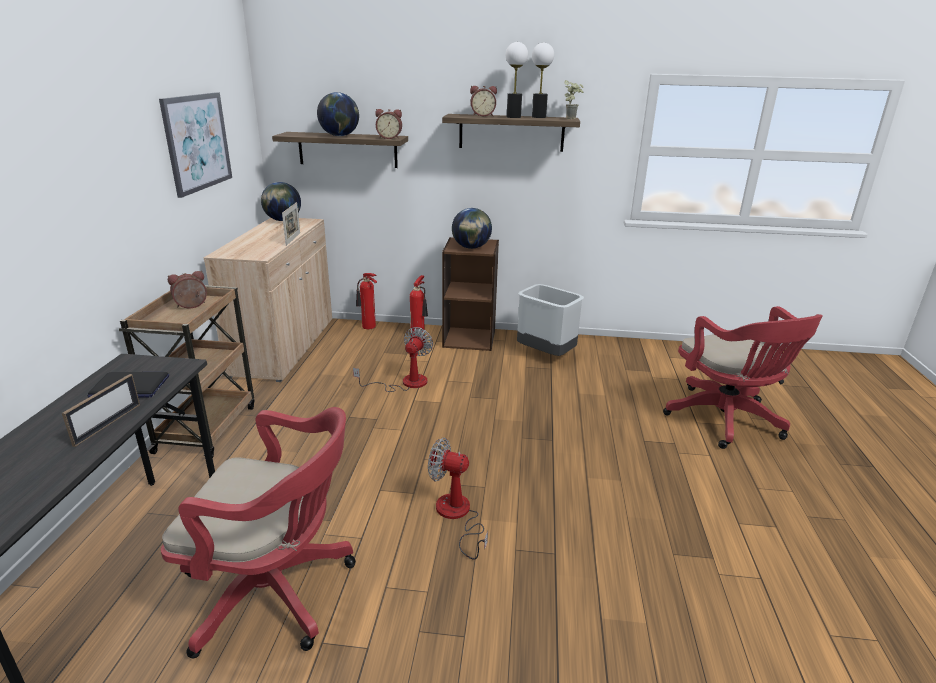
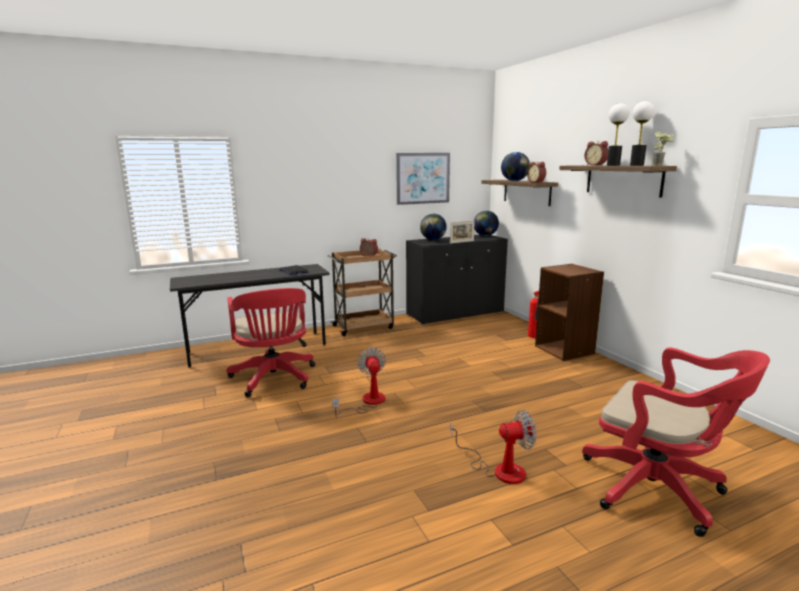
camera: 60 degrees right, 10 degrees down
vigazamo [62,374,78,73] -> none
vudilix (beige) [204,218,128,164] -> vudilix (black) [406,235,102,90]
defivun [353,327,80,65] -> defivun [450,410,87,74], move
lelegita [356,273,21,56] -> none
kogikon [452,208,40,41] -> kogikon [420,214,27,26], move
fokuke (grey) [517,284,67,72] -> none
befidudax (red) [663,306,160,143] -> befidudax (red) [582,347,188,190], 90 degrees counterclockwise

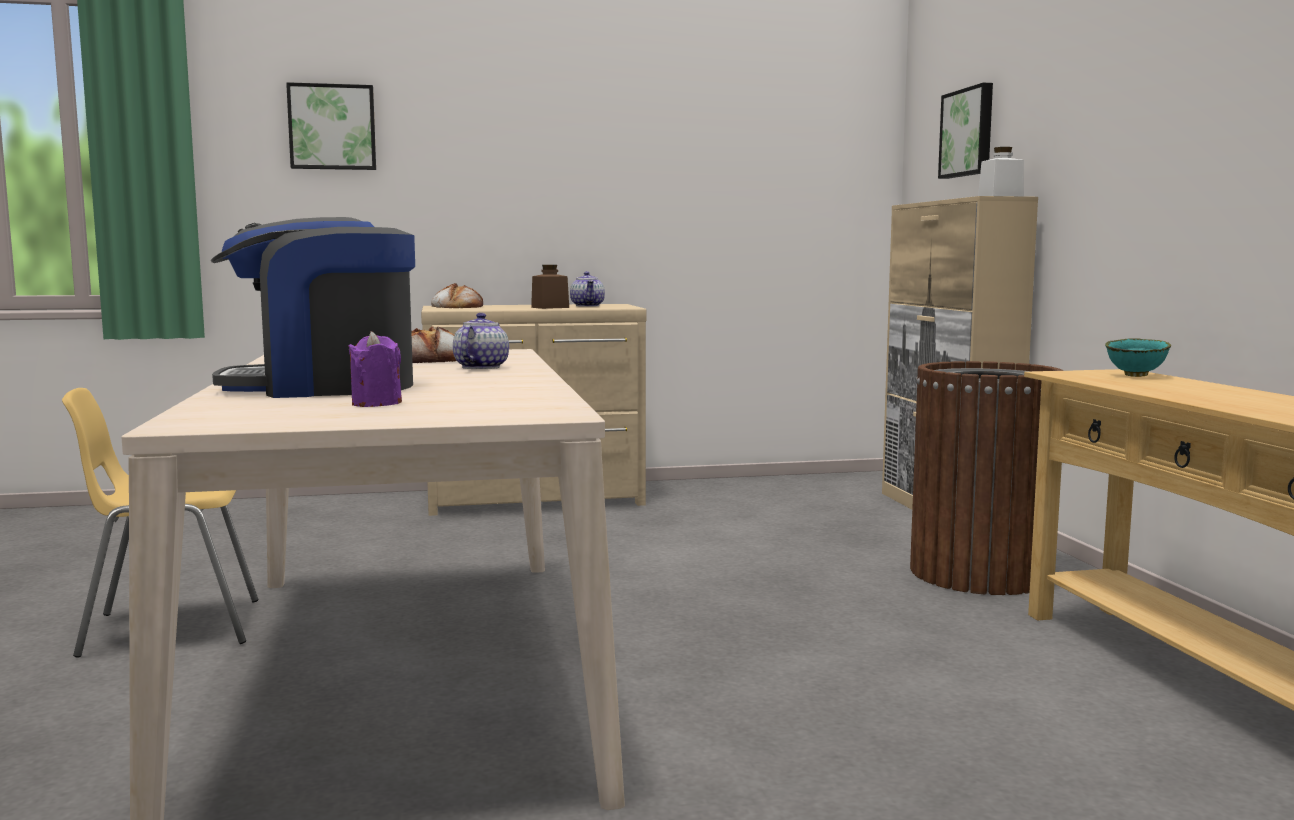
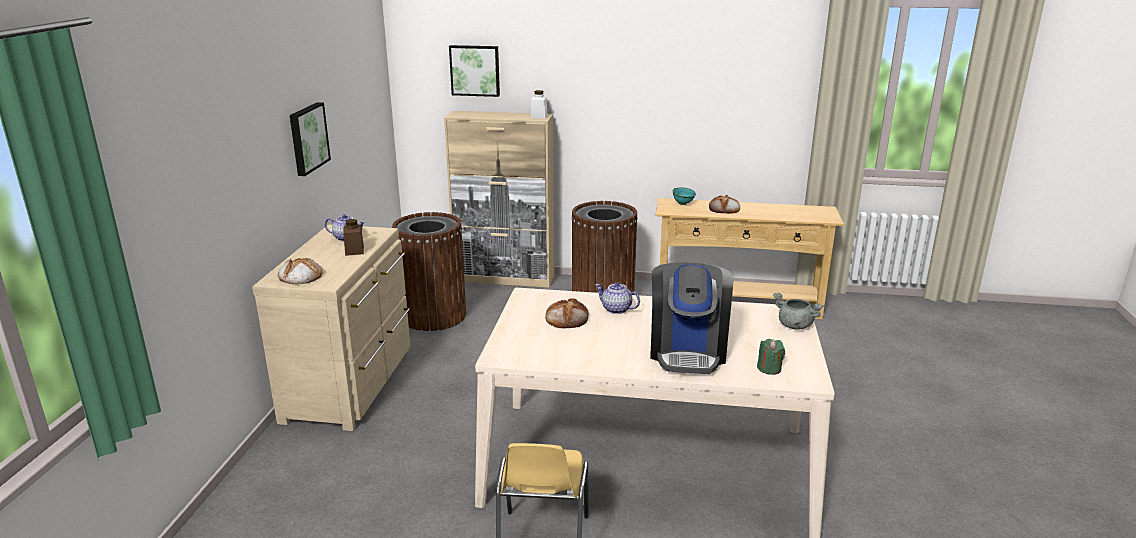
camera: 70 degrees left, 15 degrees up
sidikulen [286,82,90,88] -> sidikulen [290,102,41,74], move
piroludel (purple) [349,332,53,75] -> none
none -> fokuke (brown) [392,212,74,119]
none -> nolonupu [709,195,31,19]
none -> piroludel (green) [757,339,28,36]
none -> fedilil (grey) [773,293,51,37]

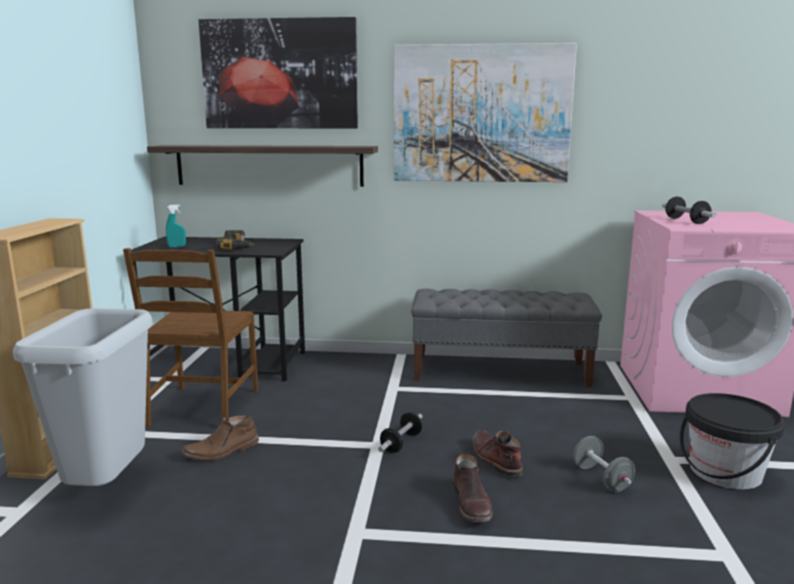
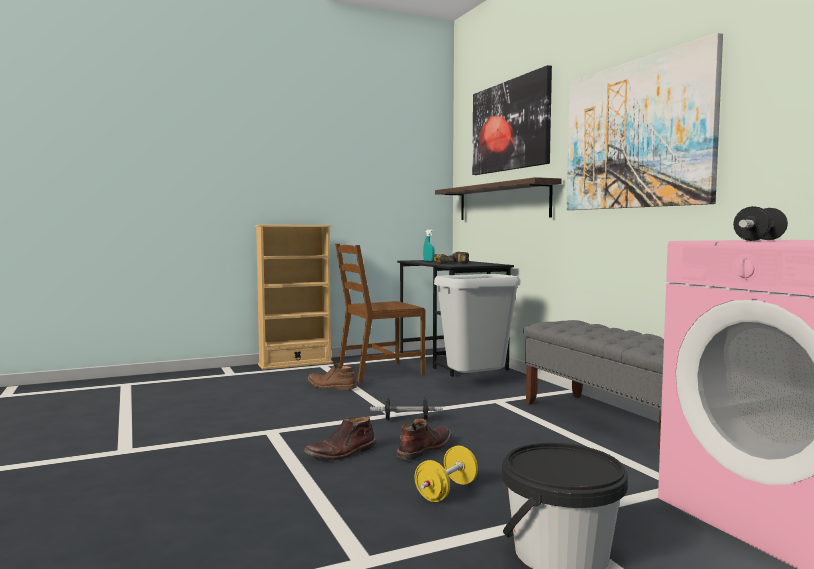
camera: 60 degrees right, 10 degrees down
fokuke (grey) [13,308,140,178] -> fokuke (grey) [434,274,86,99], move
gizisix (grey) [573,436,62,56] -> gizisix (yellow) [415,445,63,57]

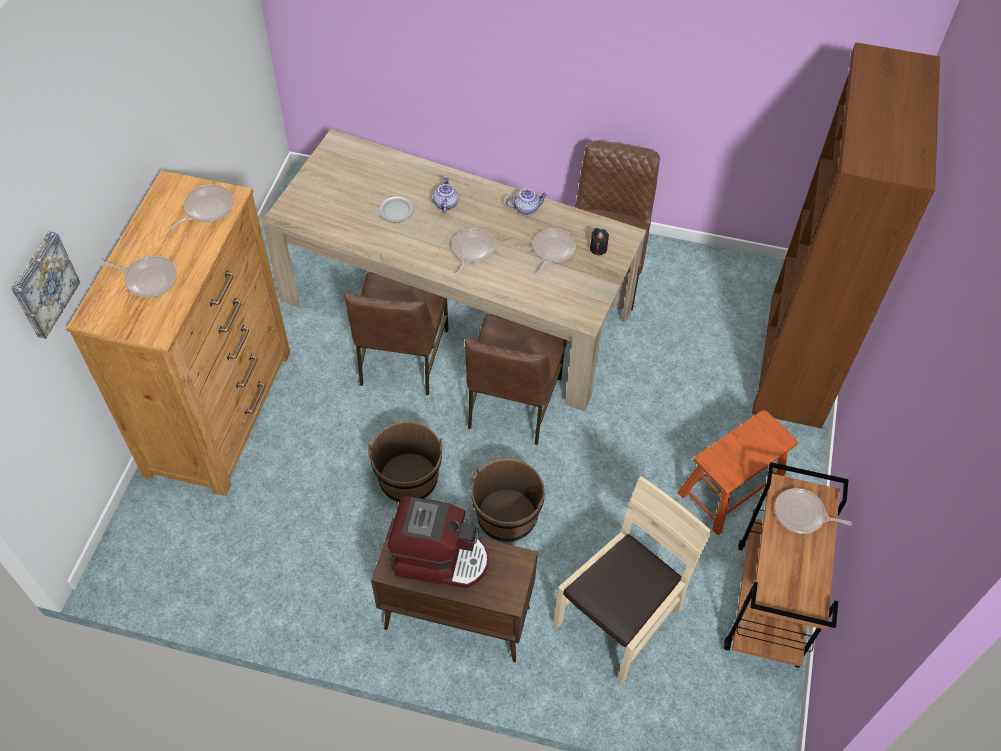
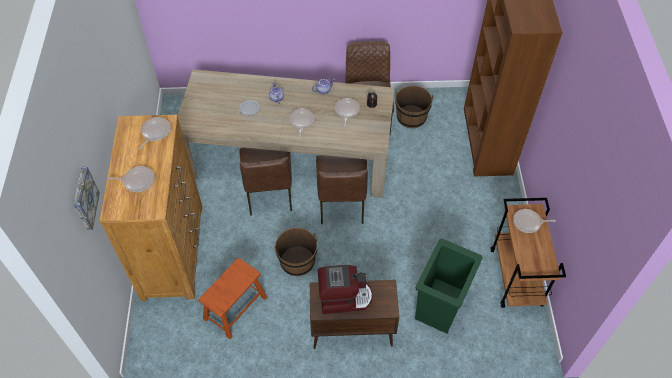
camera: 15 degrees left, 0 degrees up
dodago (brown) [471,459,75,83] -> dodago (brown) [395,86,38,42], move
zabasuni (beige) [553,476,158,208] -> fokuke (green) [415,238,68,96]
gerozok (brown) [678,410,120,125] -> gerozok (brown) [198,258,69,81], move

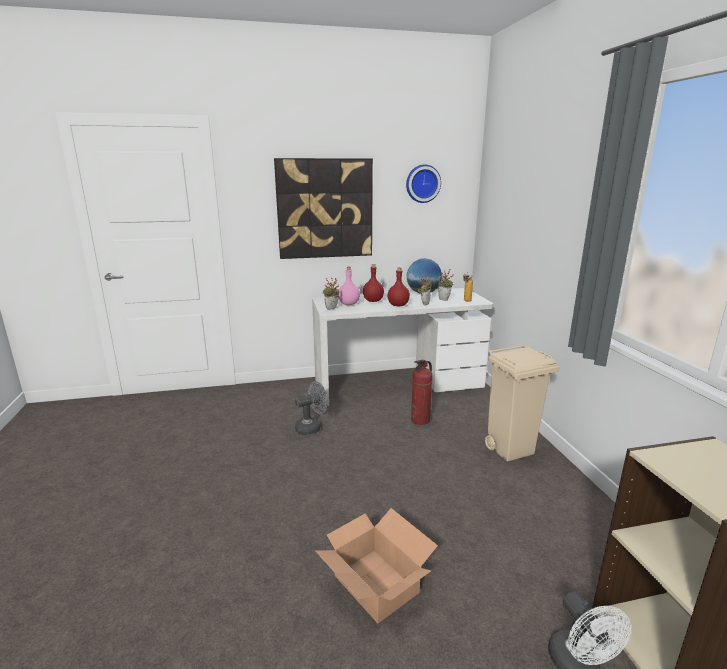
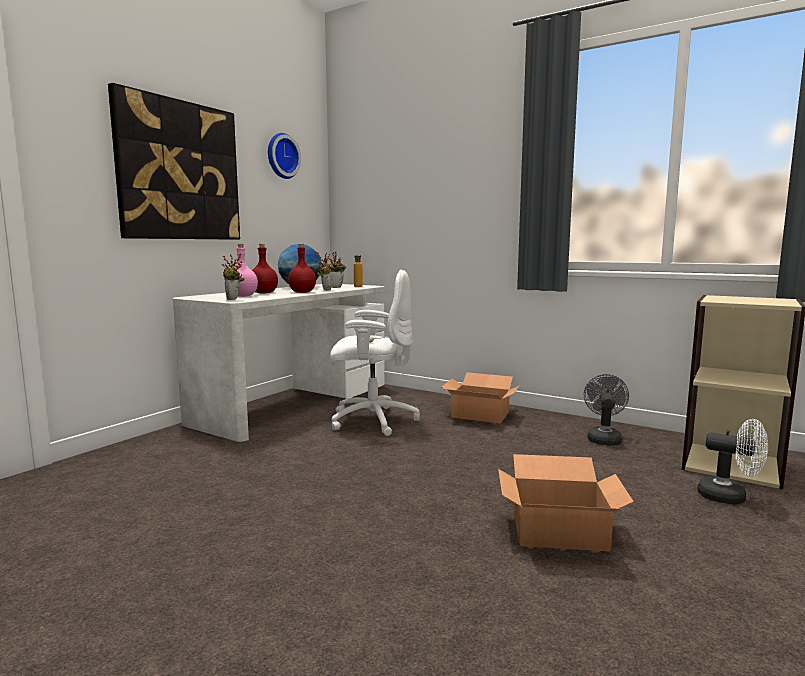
camera: 45 degrees left, 10 degrees down
defivun (grey) [295,381,33,54] -> defivun (grey) [584,374,45,72], move
lelegita [411,360,21,65] -> befidudax (white) [330,270,90,166]
fokuke (beige) [485,344,75,118] -> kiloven [442,372,78,51]

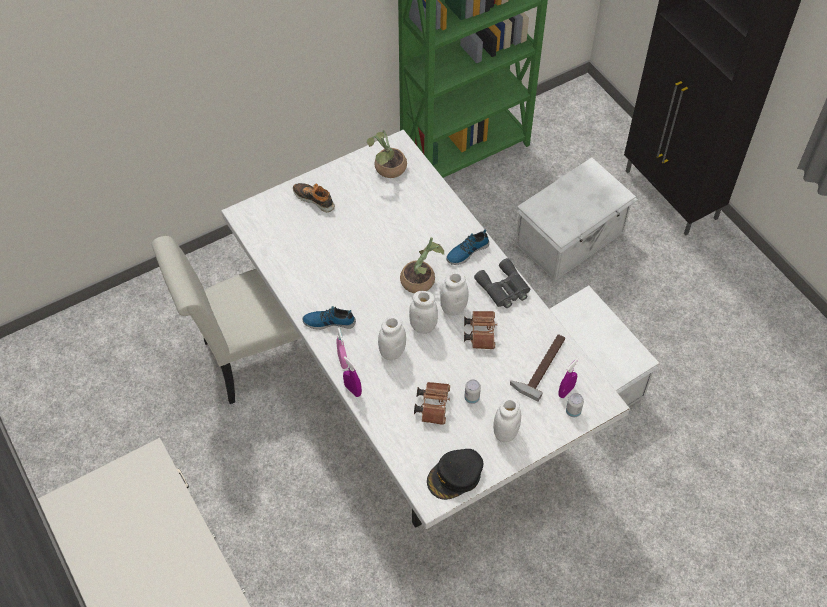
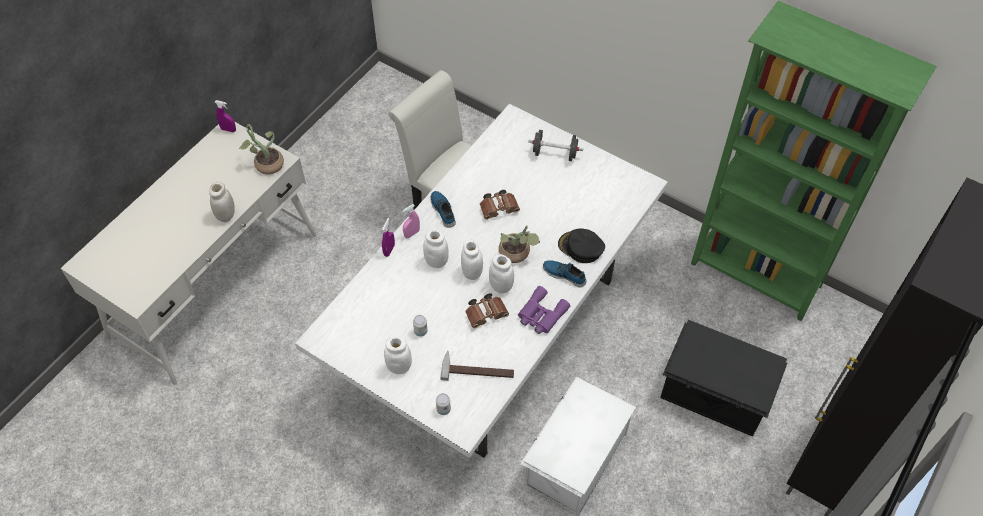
camera: 65 degrees right, 0 degrees up
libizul [293,183,42,29] -> gizisix (black) [528,130,55,31]
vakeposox [367,130,40,48] -> vakeposox [240,124,44,51], move
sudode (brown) [414,382,36,43] -> sudode (brown) [480,190,40,30], move
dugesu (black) [427,449,56,51] -> dugesu (black) [558,228,47,35], move
sudode (grey) [474,258,56,50] -> sudode (purple) [518,286,52,48]
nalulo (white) [515,157,123,124] -> nalulo (black) [660,320,127,117]
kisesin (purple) [558,358,21,40] -> kisesin (purple) [215,100,21,32], move
none -> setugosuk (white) [209,182,26,40]

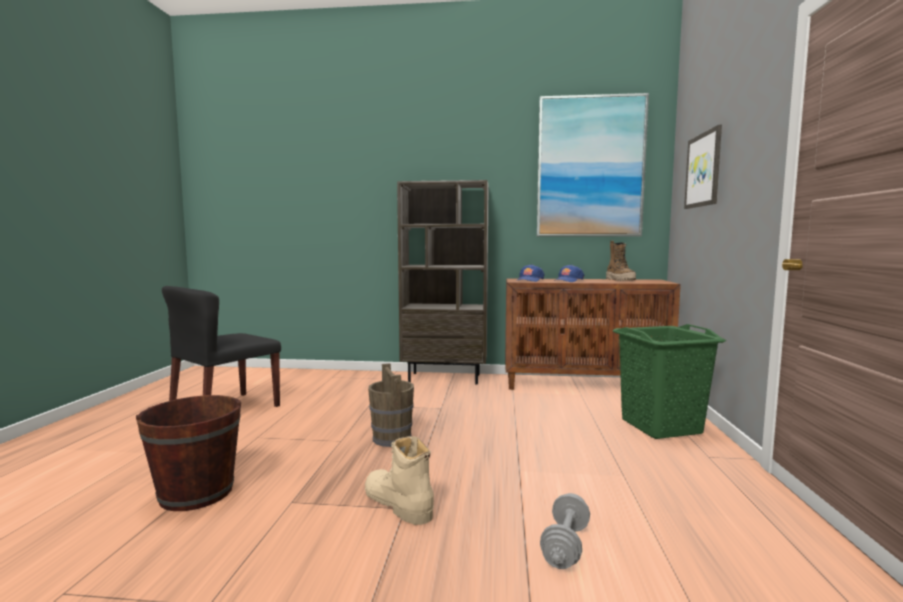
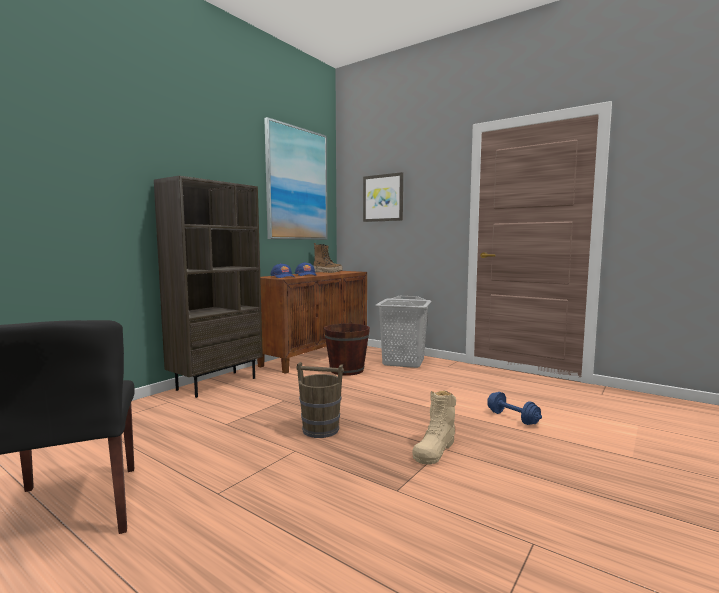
camera: 60 degrees left, 0 degrees up
dodago (brown) [136,395,105,116] -> dodago (brown) [324,321,46,55], move
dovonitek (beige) [365,436,69,89] -> dovonitek (beige) [412,390,44,75], 45 degrees counterclockwise
gizisix (grey) [540,493,50,76] -> gizisix (blue) [487,392,55,33]
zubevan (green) [613,324,113,115] -> zubevan (grey) [375,296,57,72]

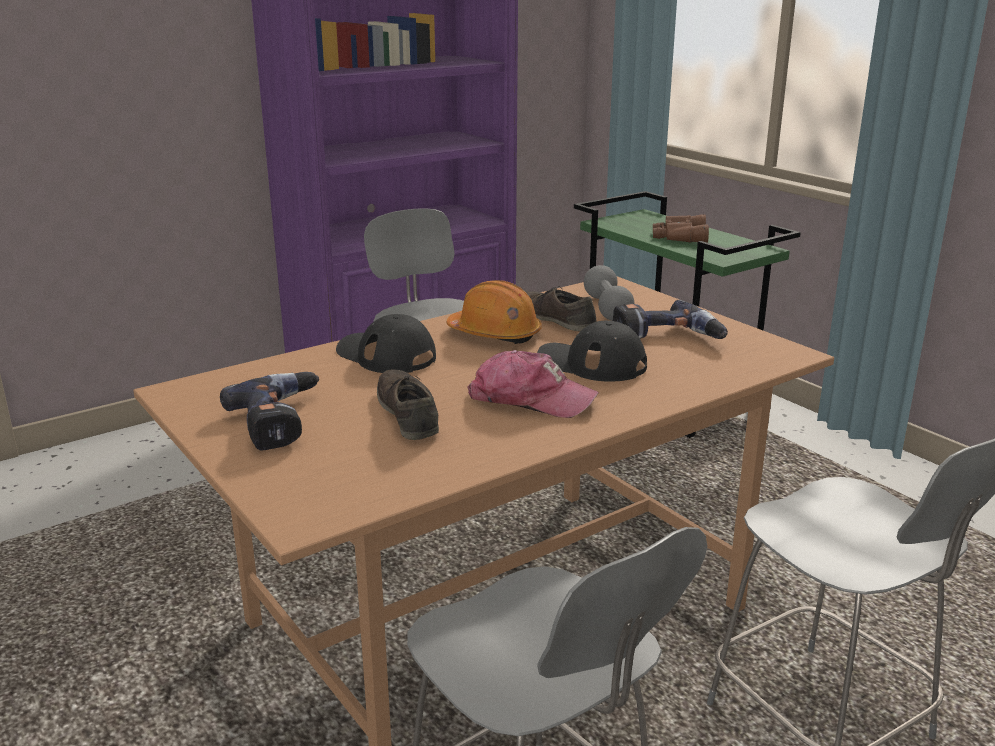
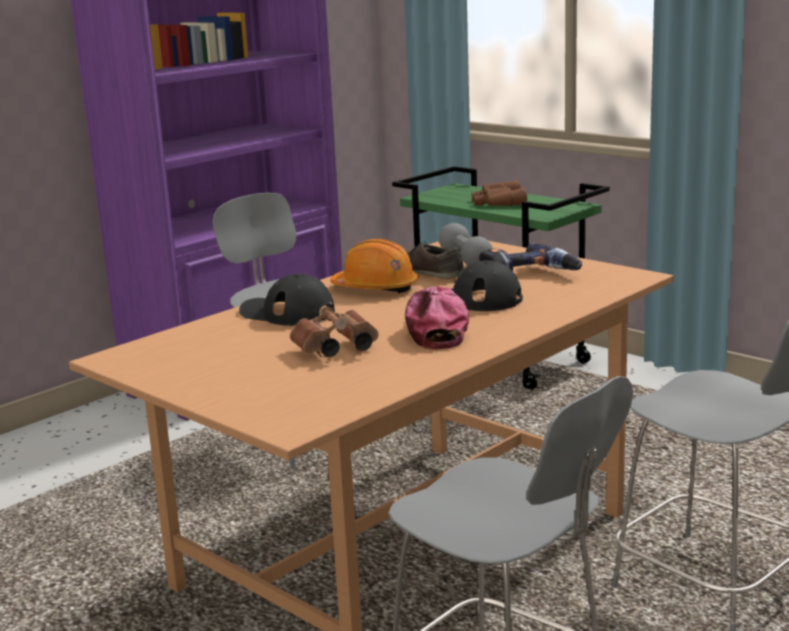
camera: 10 degrees left, 5 degrees down
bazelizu [220,372,99,78] -> none
libizul (brown) [377,369,62,71] -> sudode (brown) [290,306,89,51]
dugesu [468,350,131,68] -> dugesu [405,287,65,63], 105 degrees counterclockwise

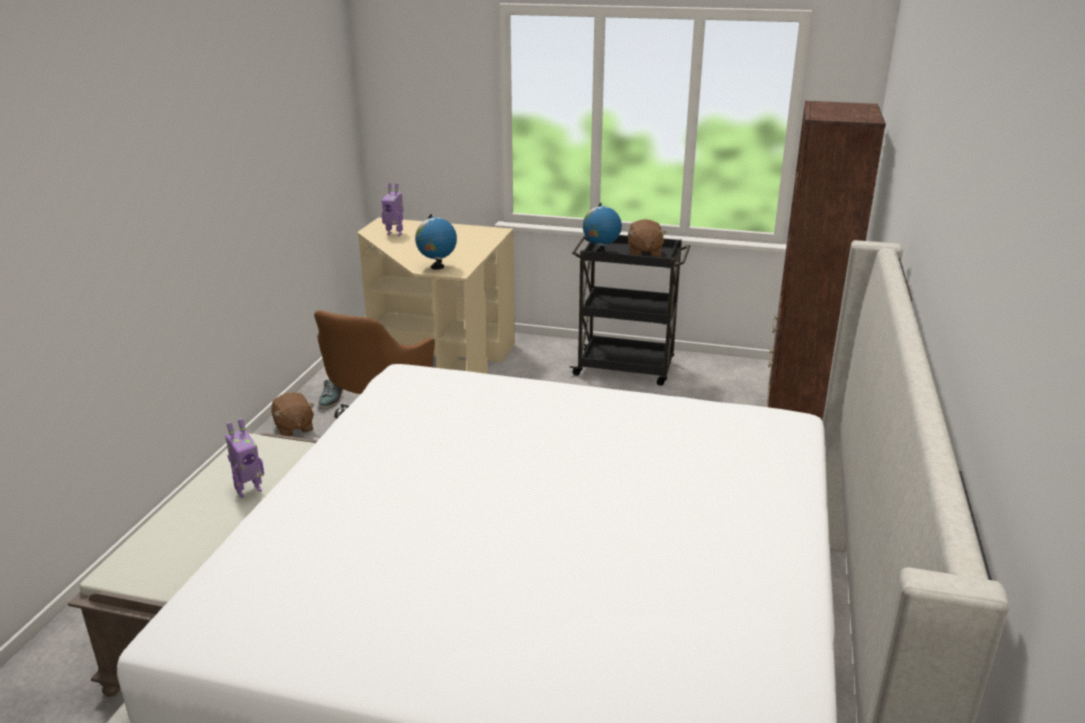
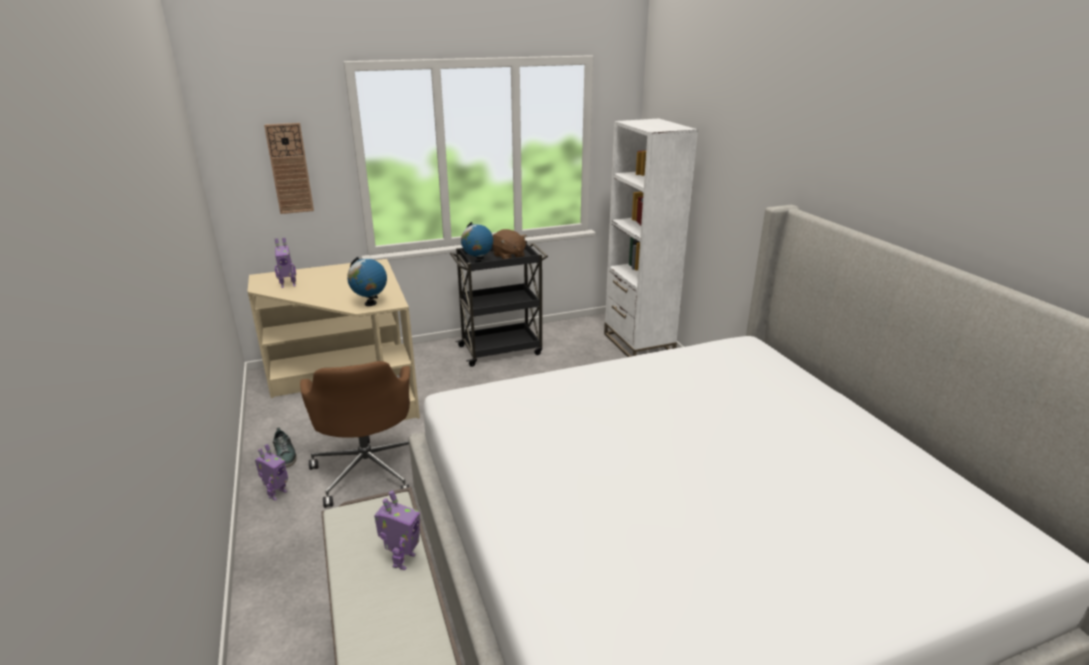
camera: 35 degrees left, 0 degrees up
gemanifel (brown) [271,392,44,44] -> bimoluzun [255,444,33,57]
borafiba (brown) [767,101,119,320] -> borafiba (white) [604,119,94,238]
none -> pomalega [264,123,50,91]

